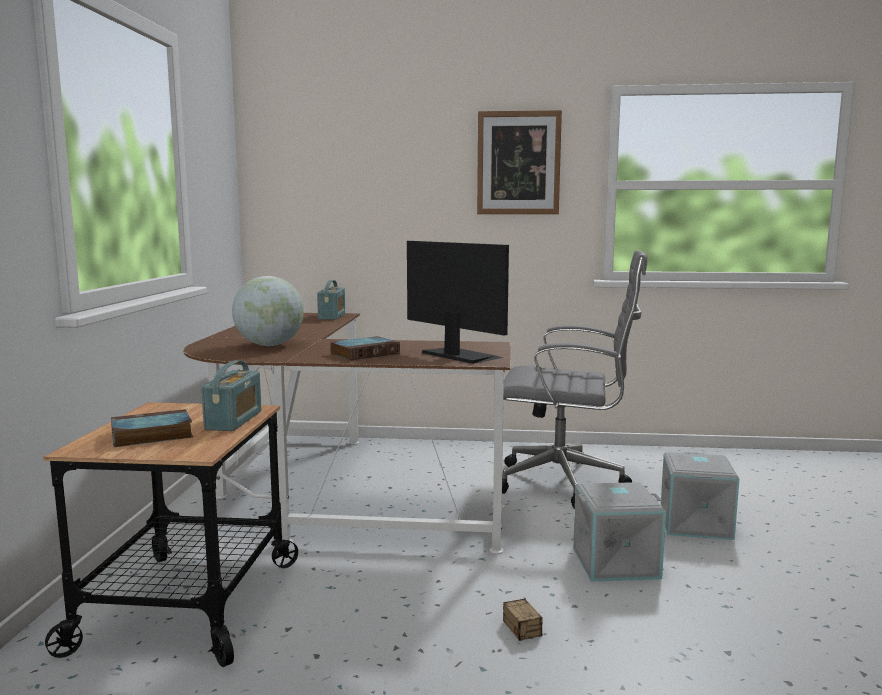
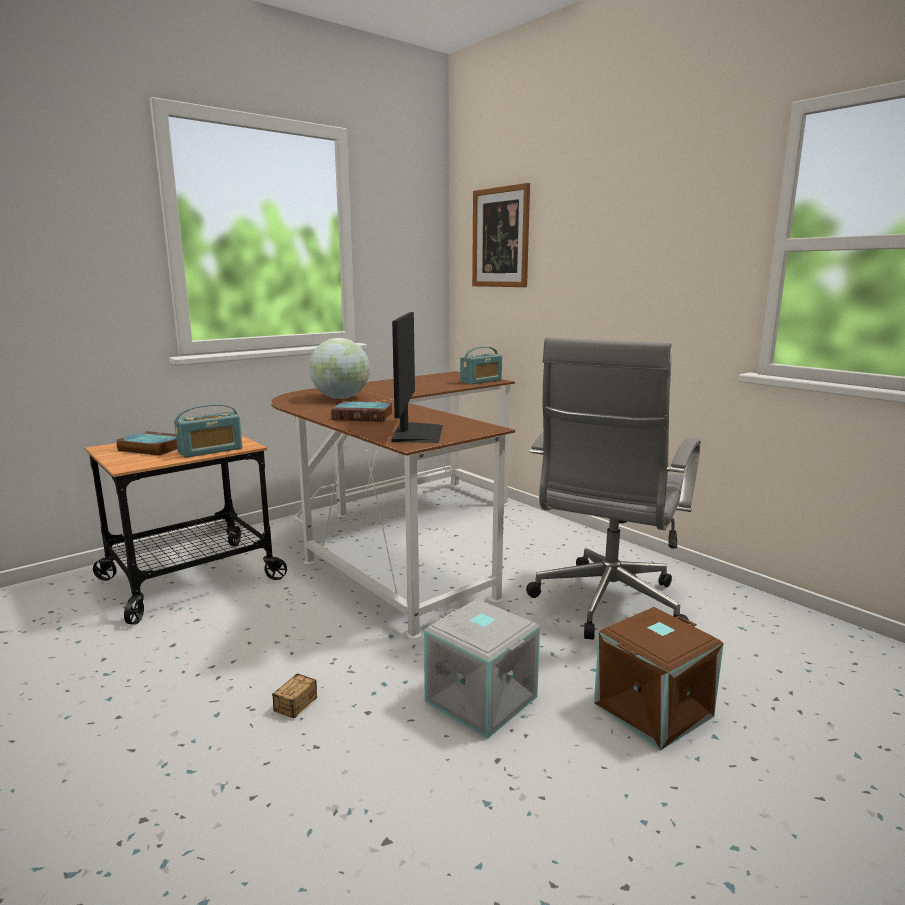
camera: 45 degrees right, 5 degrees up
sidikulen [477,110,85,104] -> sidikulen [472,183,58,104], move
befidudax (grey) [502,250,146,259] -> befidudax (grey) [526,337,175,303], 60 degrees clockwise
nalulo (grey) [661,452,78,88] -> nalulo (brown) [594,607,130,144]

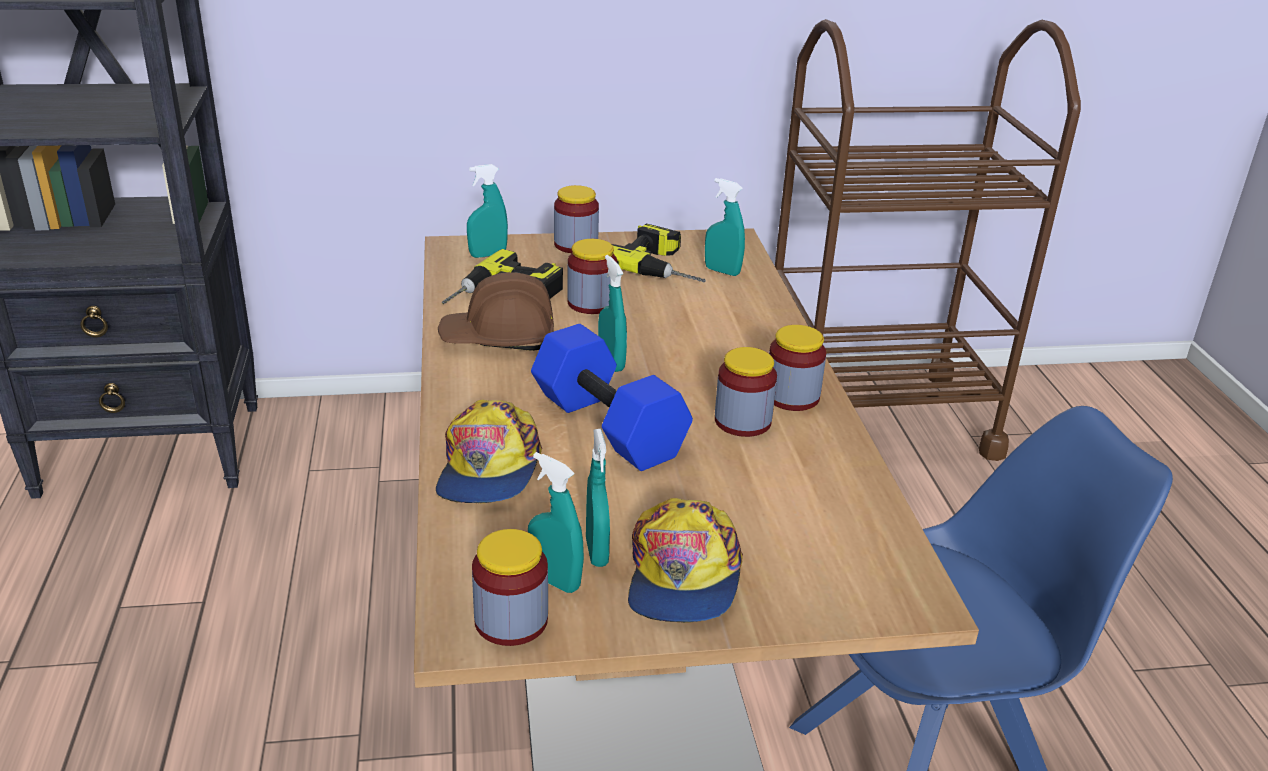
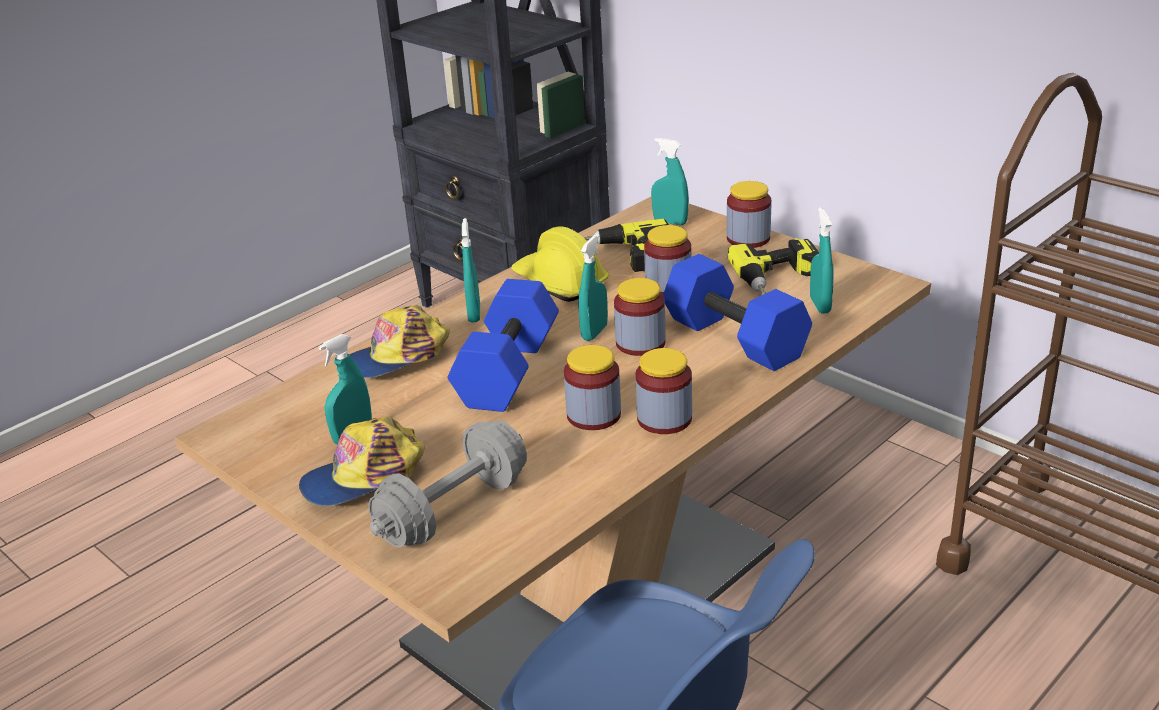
camera: 55 degrees right, 0 degrees up
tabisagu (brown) [438,272,116,79] -> tabisagu (yellow) [511,226,98,76]
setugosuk [472,529,76,117] -> setugosuk [614,278,52,78], move
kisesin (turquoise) [528,452,56,141] -> kisesin (turquoise) [462,218,18,105], move
none -> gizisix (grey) [368,421,159,126]
none -> gizisix (blue) [663,254,149,117]

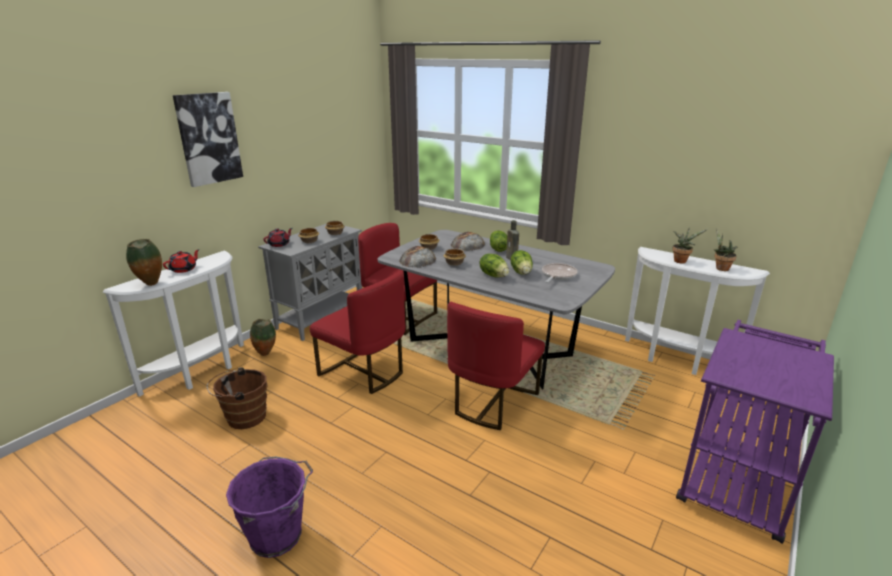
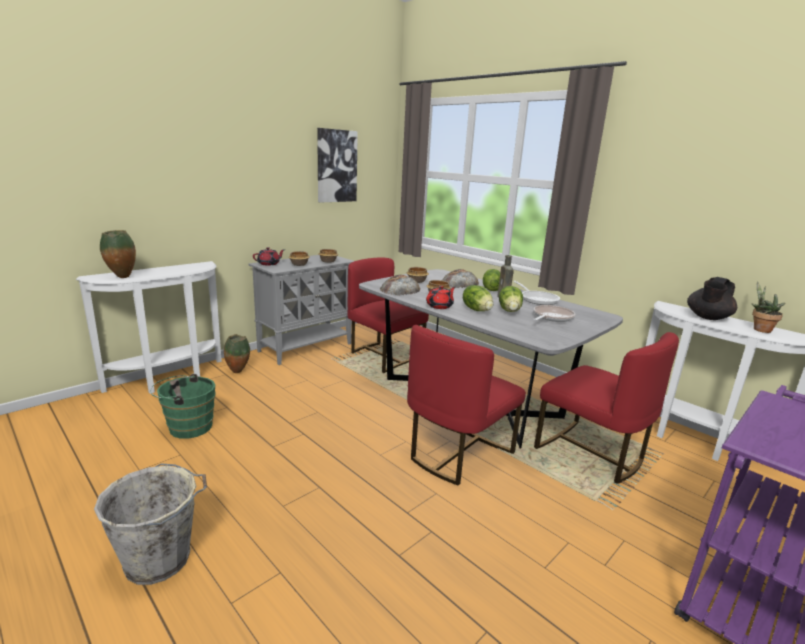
camera: 10 degrees right, 5 degrees down
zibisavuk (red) [163,249,37,24] -> zibisavuk (red) [426,286,29,23], move
sidikulen [173,92,70,95] -> sidikulen [317,128,41,75], move
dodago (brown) [207,367,60,62] -> dodago (green) [151,374,65,65]
dodago (purple) [226,457,87,101] -> dodago (grey) [94,463,113,122]
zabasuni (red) [310,271,95,123] -> zabasuni (red) [534,332,145,152], move
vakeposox [672,227,36,36] -> zibisavuk (black) [687,277,50,43]
none -> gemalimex [514,281,46,24]

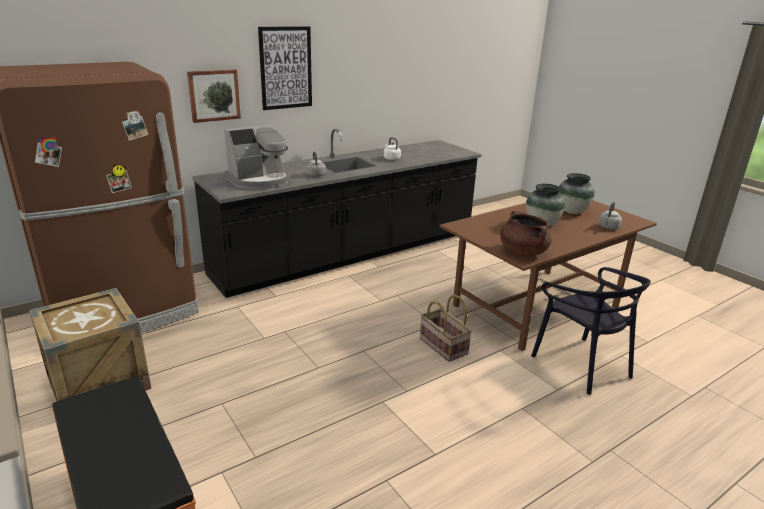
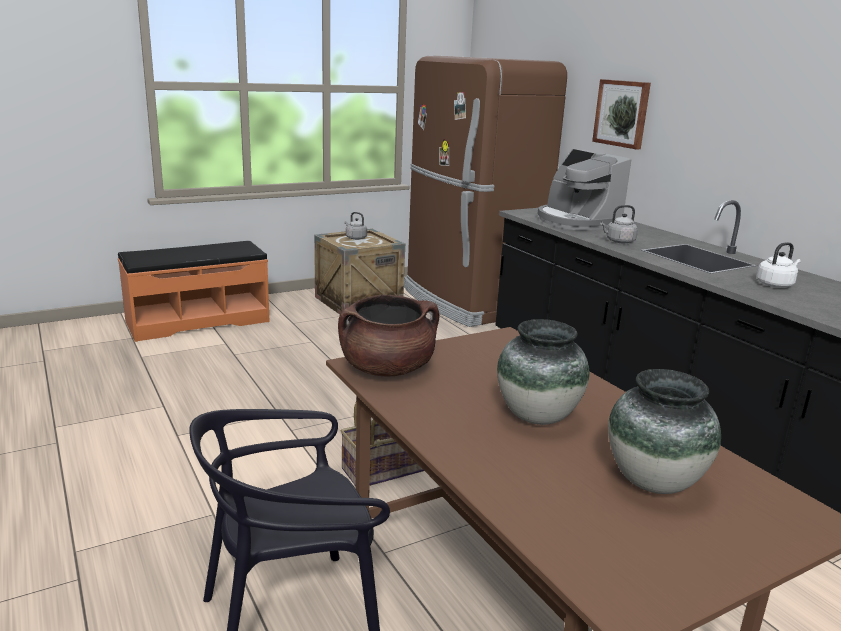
camera: 95 degrees right, 5 degrees down
sidikulen [258,26,54,84] -> none
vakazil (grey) [598,202,24,27] -> vakazil (grey) [345,212,22,28], move

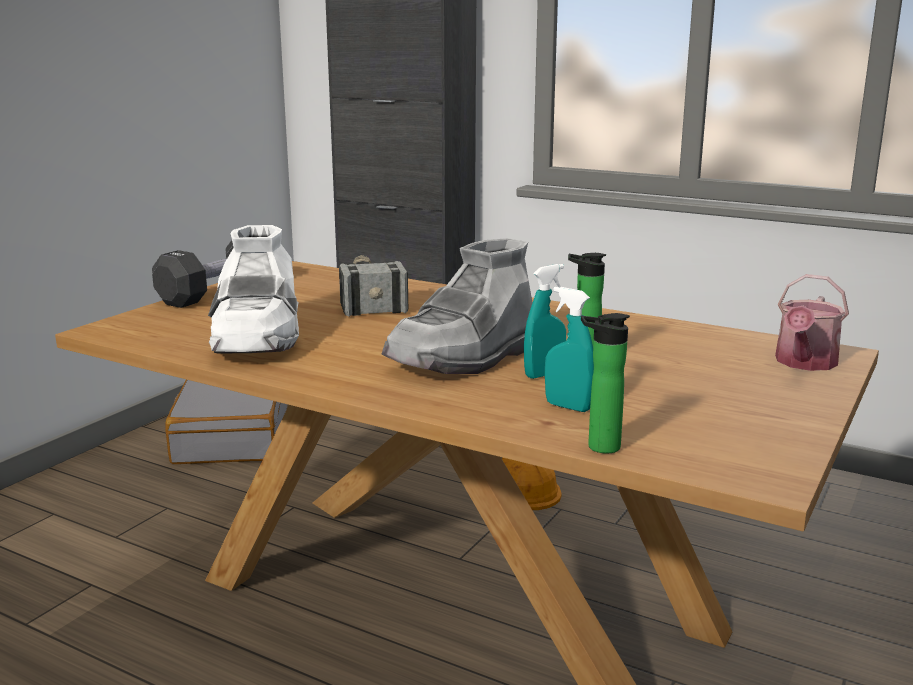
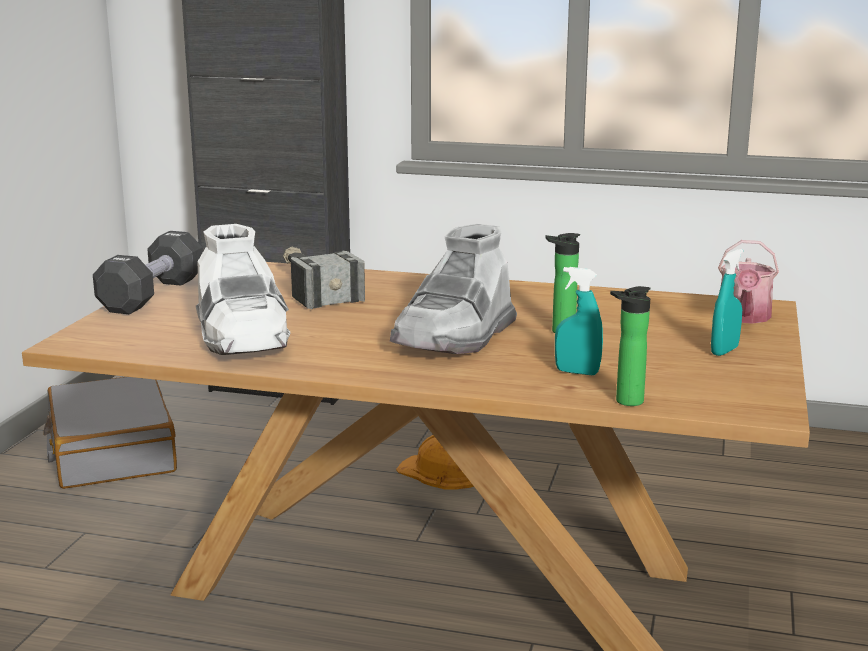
camera: 15 degrees left, 0 degrees up
kisesin (turquoise) [524,264,42,115] -> kisesin (turquoise) [711,249,32,107], move

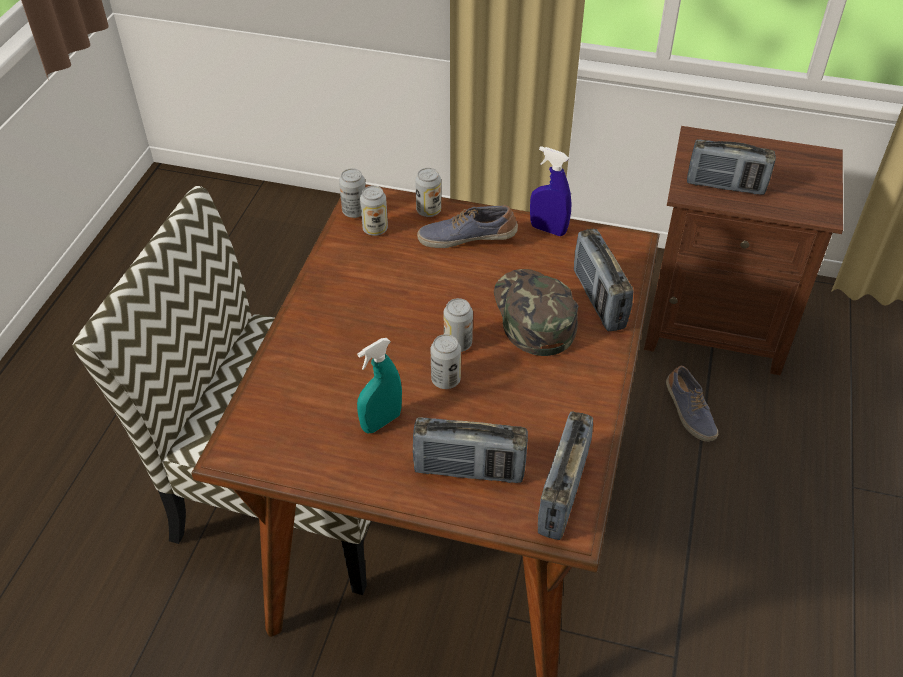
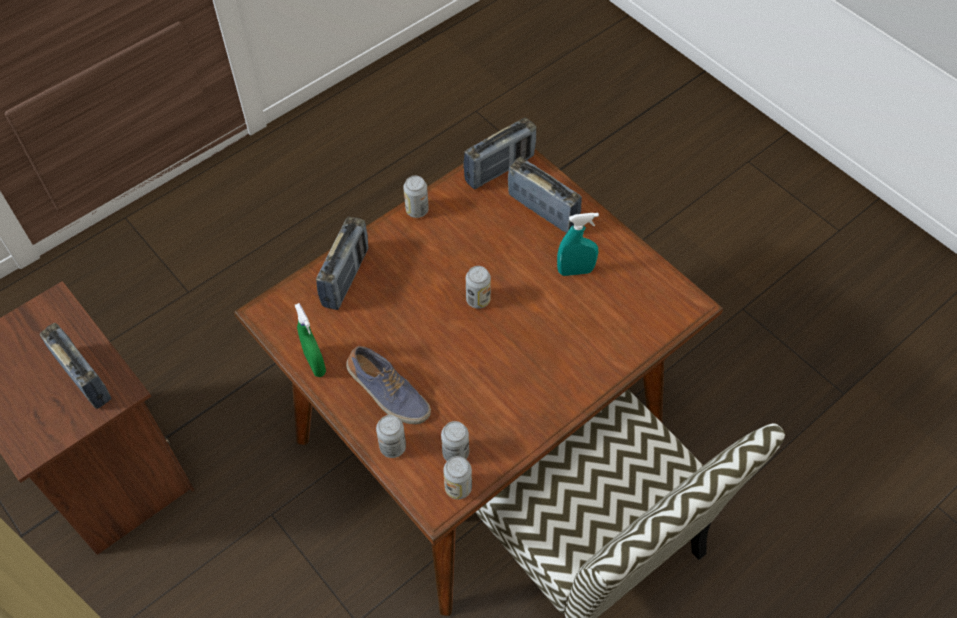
camera: 145 degrees left, 10 degrees up
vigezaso [431,334,30,55] -> vigezaso [403,176,26,42], move
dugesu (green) [494,269,84,87] -> none
kisesin (blue) [530,146,41,90] -> kisesin (green) [295,303,31,74]
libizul [666,366,52,76] -> none

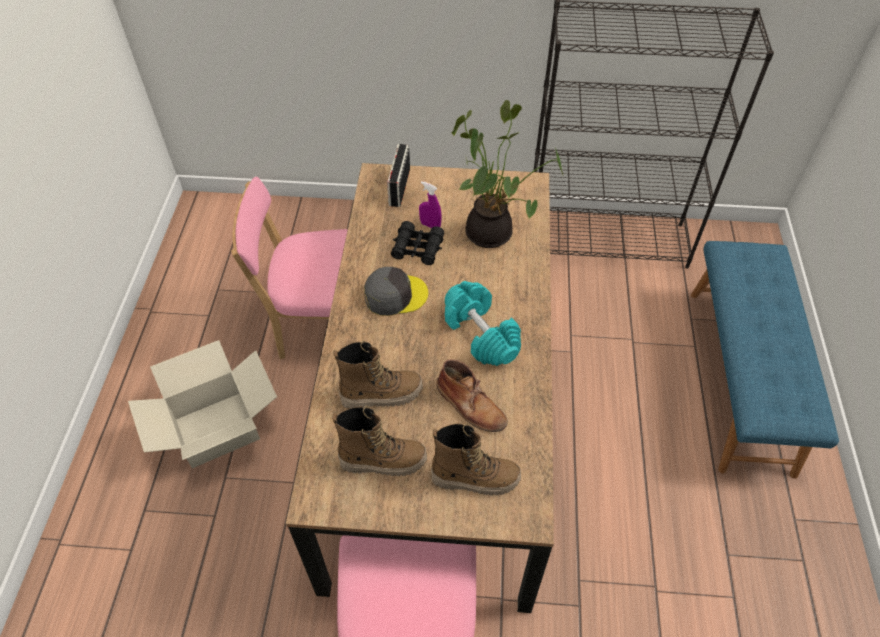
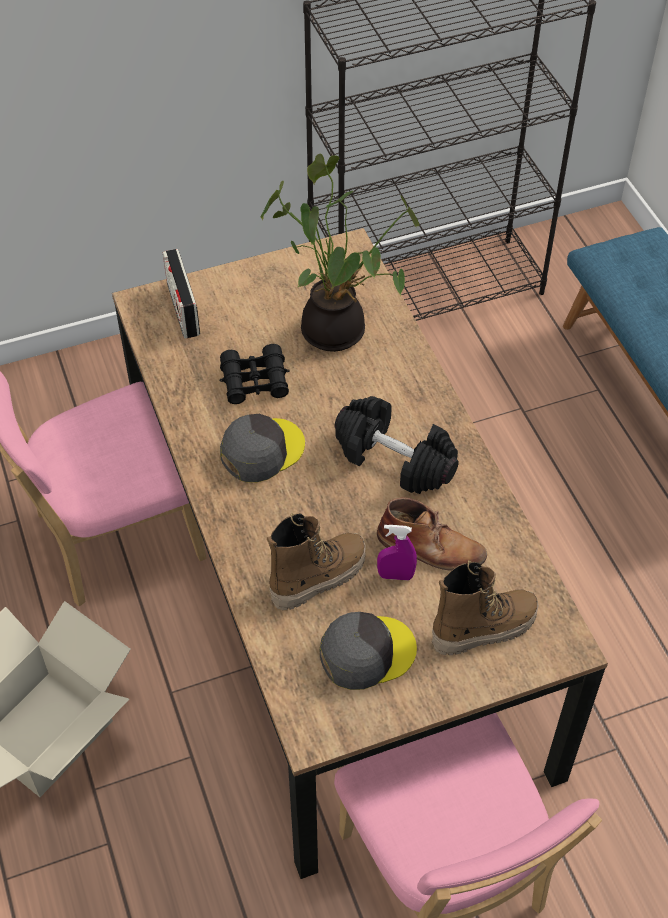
camera: 25 degrees left, 0 degrees up
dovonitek [332,406,95,70] -> dugesu (grey) [319,612,98,78]
kisesin (purple) [419,181,23,47] -> kisesin (purple) [377,525,40,55], move
gizisix (turquoise) [445,281,76,85] -> gizisix (black) [334,396,125,98]

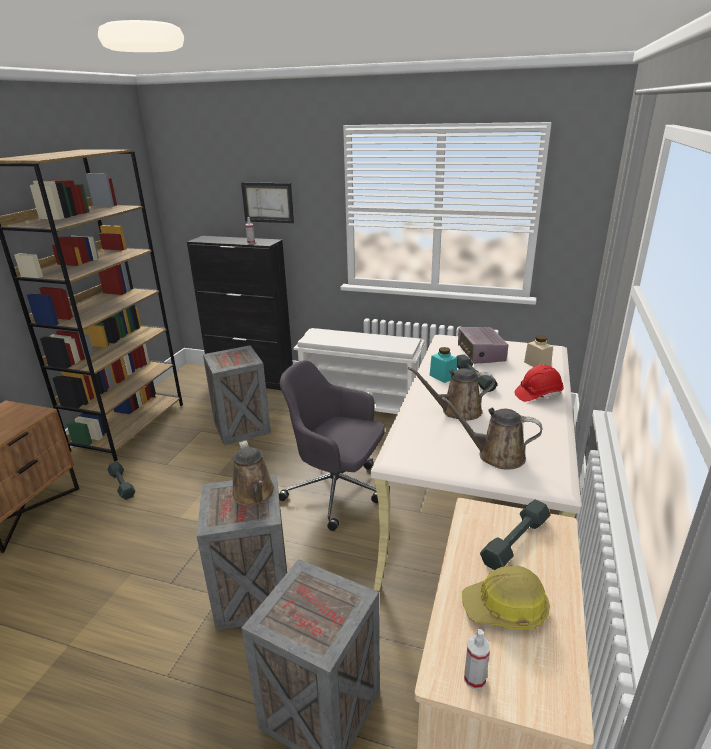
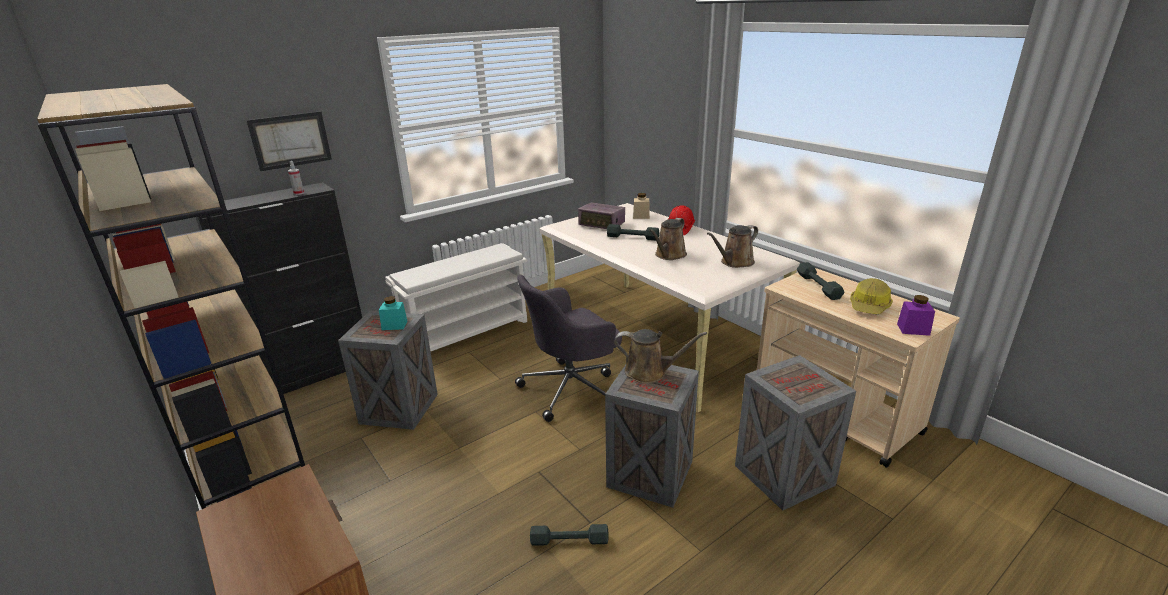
camera: 55 degrees left, 0 degrees up
gizisix (grey) [108,462,27,38] -> gizisix (grey) [530,524,79,21], move
setugosuk (turquoise) [429,347,28,36] -> setugosuk (turquoise) [379,296,28,34], move
kisesin [464,629,26,60] -> setugosuk (purple) [897,295,38,41]

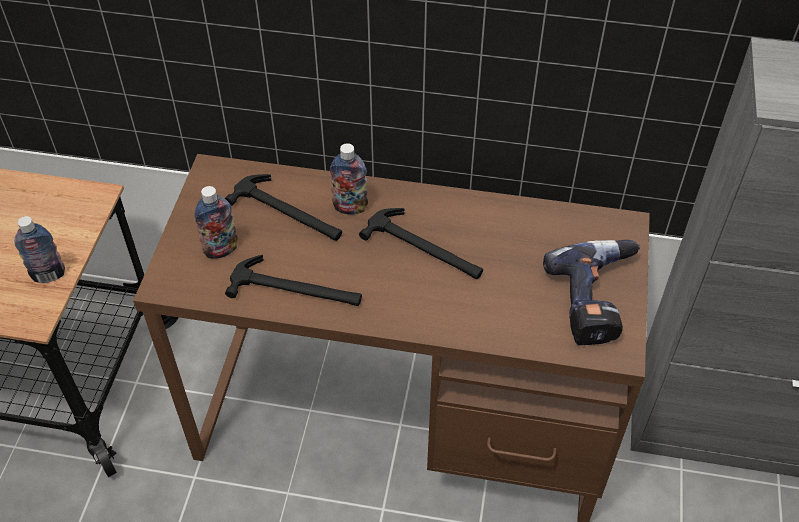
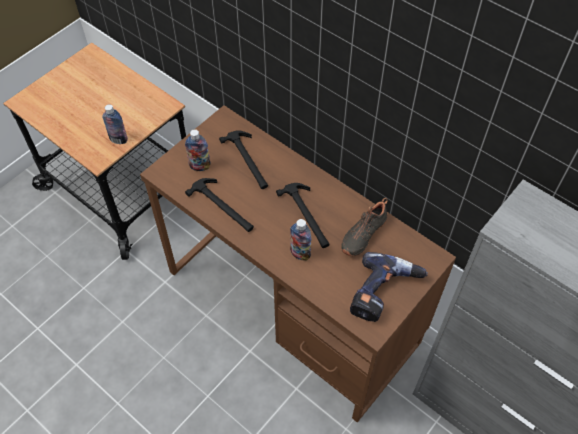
camera: 30 degrees right, 5 degrees up
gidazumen [330,143,38,72] -> gidazumen [290,219,21,42], move
none -> libizul (black) [341,198,47,59]

